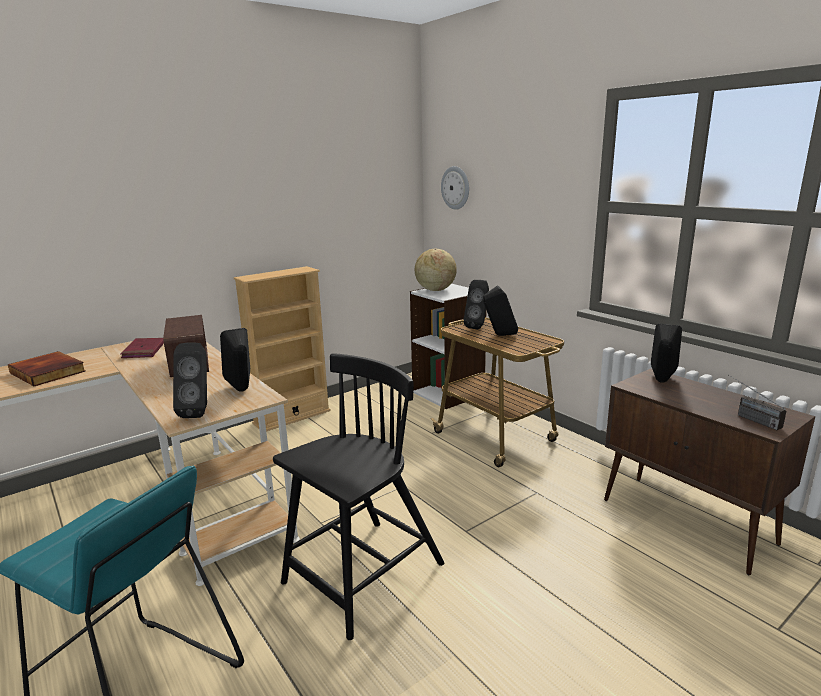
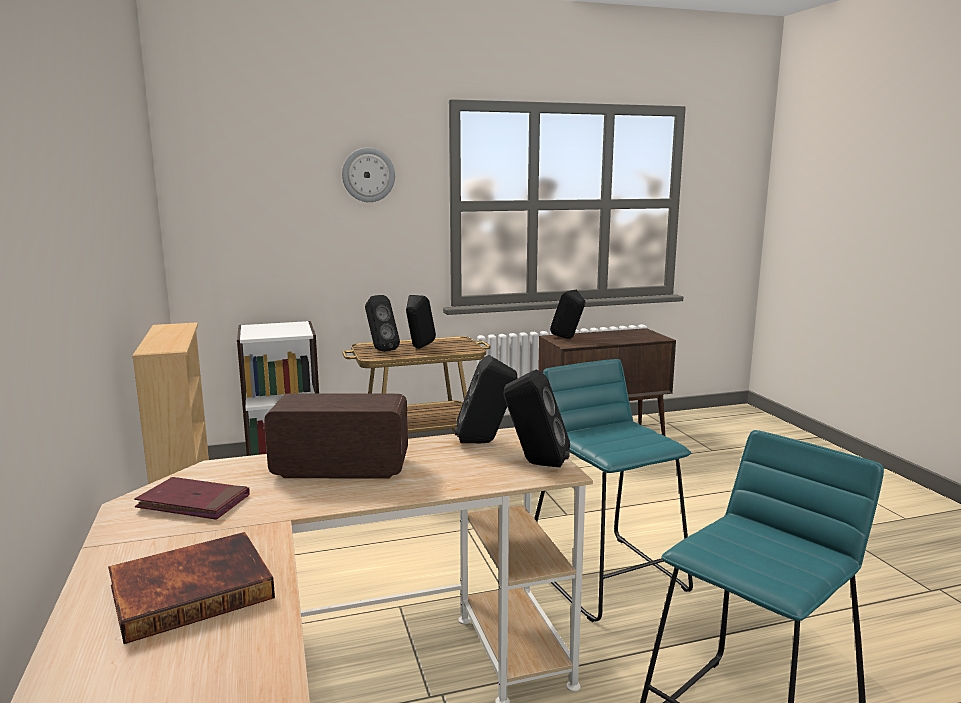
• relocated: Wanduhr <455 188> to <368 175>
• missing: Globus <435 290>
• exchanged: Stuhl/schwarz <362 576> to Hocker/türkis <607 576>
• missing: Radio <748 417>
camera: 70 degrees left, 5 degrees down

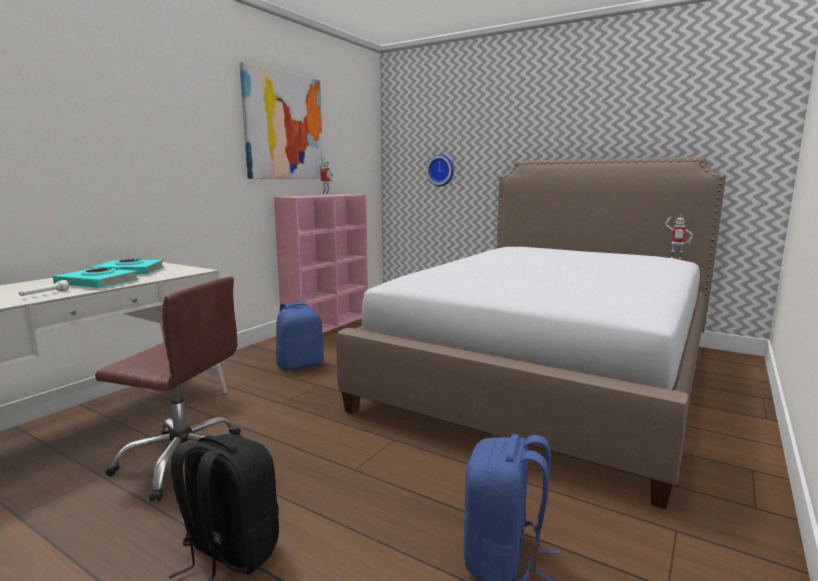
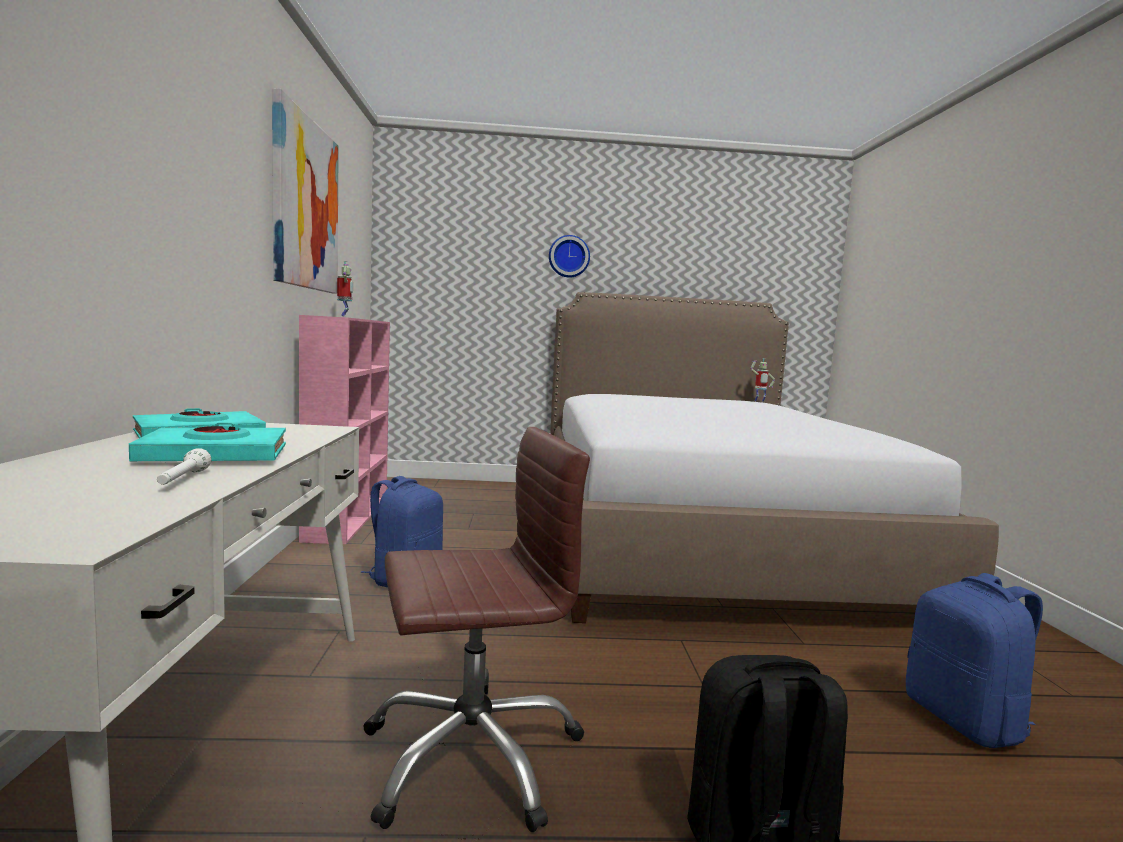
• relocated: Wanduhr <441 170> to <569 256>
camera: 35 degrees left, 5 degrees down

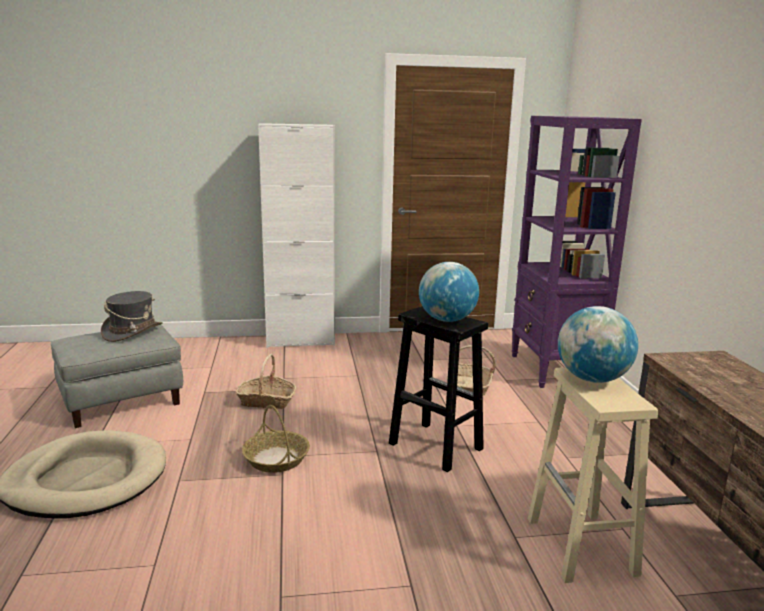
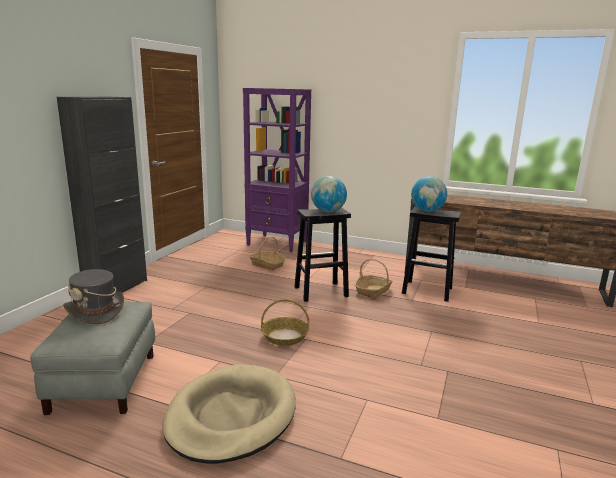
• colour: Schrank/weiß <300 341> to Schrank/schwarz <116 288>
• relocated: Korb <266 401> to <373 291>
• colour: Hocker/beige <582 547> to Hocker/schwarz <428 290>
camera: 60 degrees left, 0 degrees up

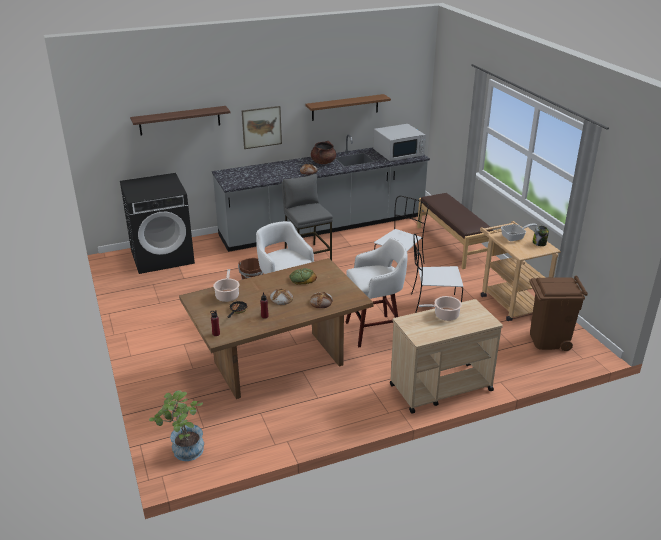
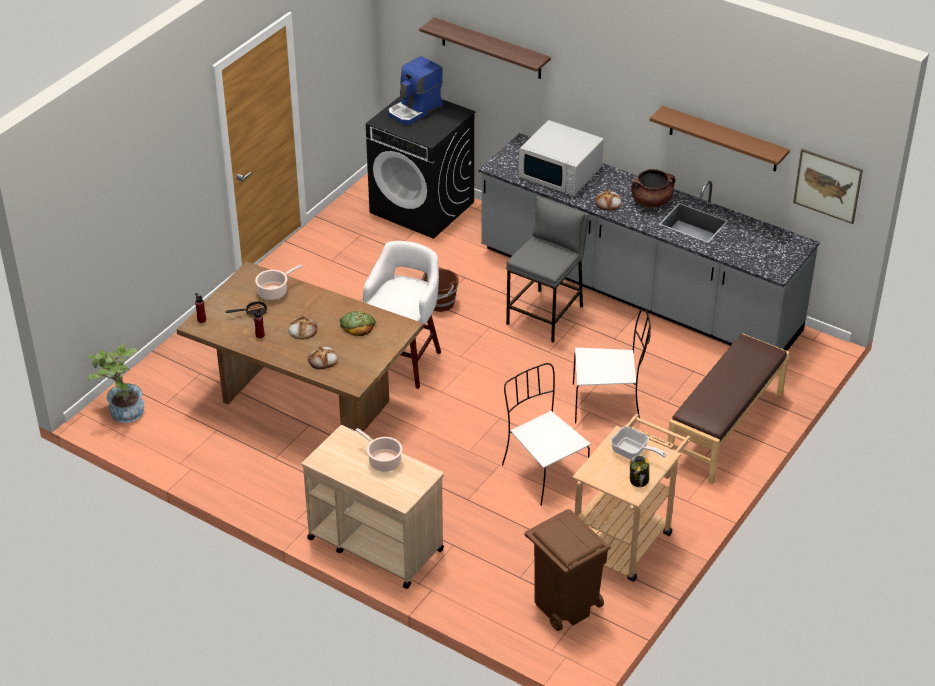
• relocated: Bild <262 127> to <827 185>
• relocated: Mikrowelle/weiß <399 152> to <561 173>
• missing: Hocker/weiß <375 331>
• appeared: Kaffeemaschine <415 110>
camera: 55 degrees right, 10 degrees up

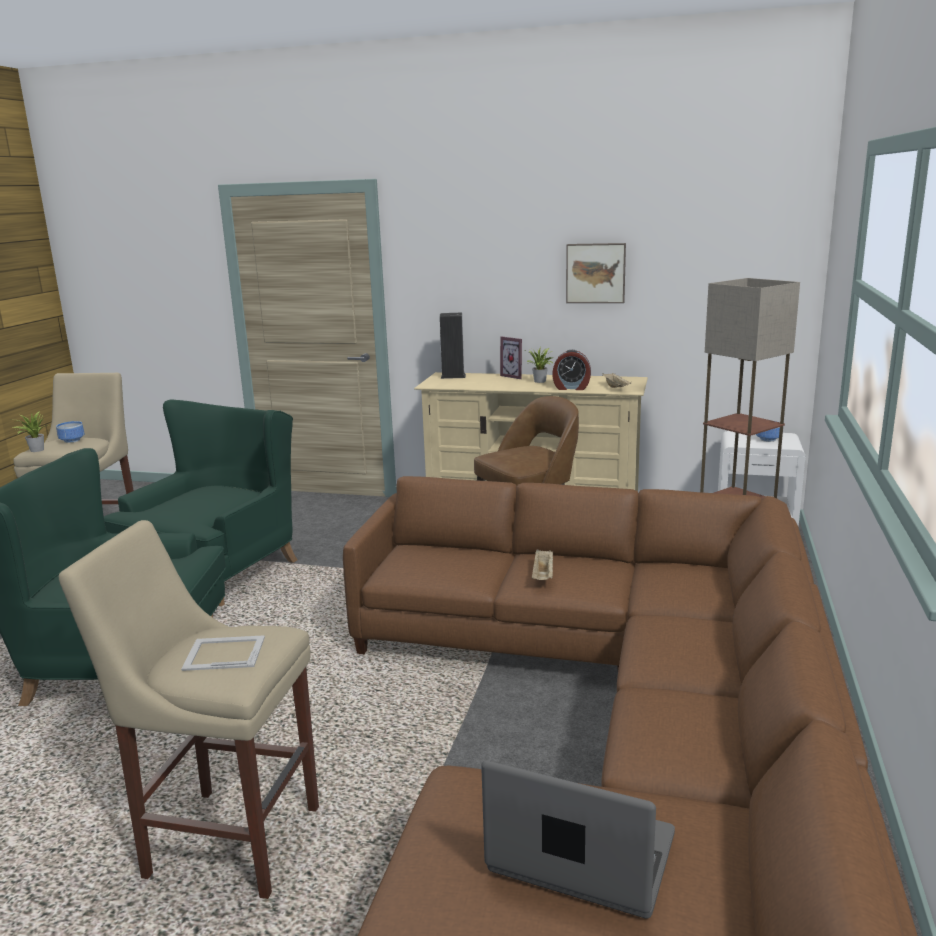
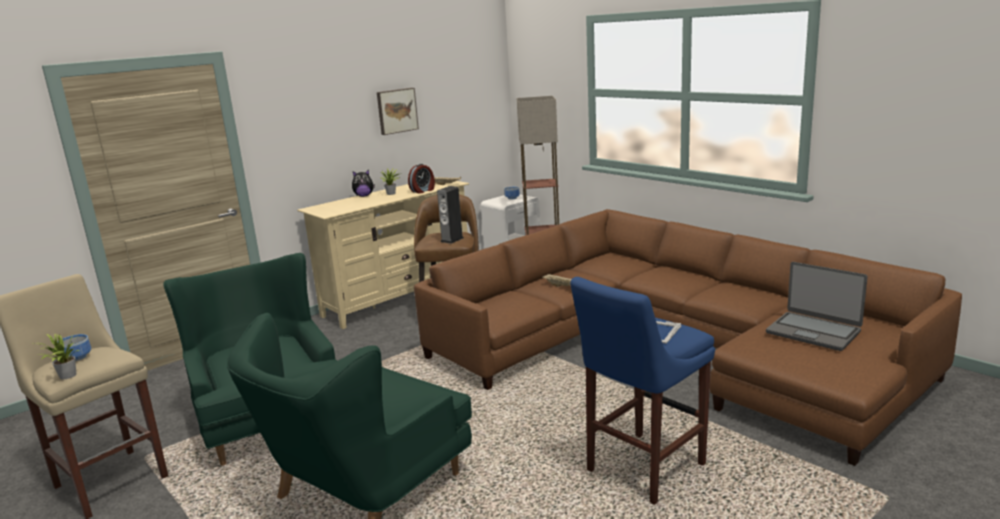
• relocated: Lautsprecher <453 376> to <452 240>
• exchanged: Bilderrahmen <515 376> to Plüschtier <364 196>
• colour: Hocker/beige <226 840> to Hocker/blau <641 470>
• spun: Laptop <581 855> = <813 332> 105 degrees counterclockwise
camera: 55 degrees left, 0 degrees up

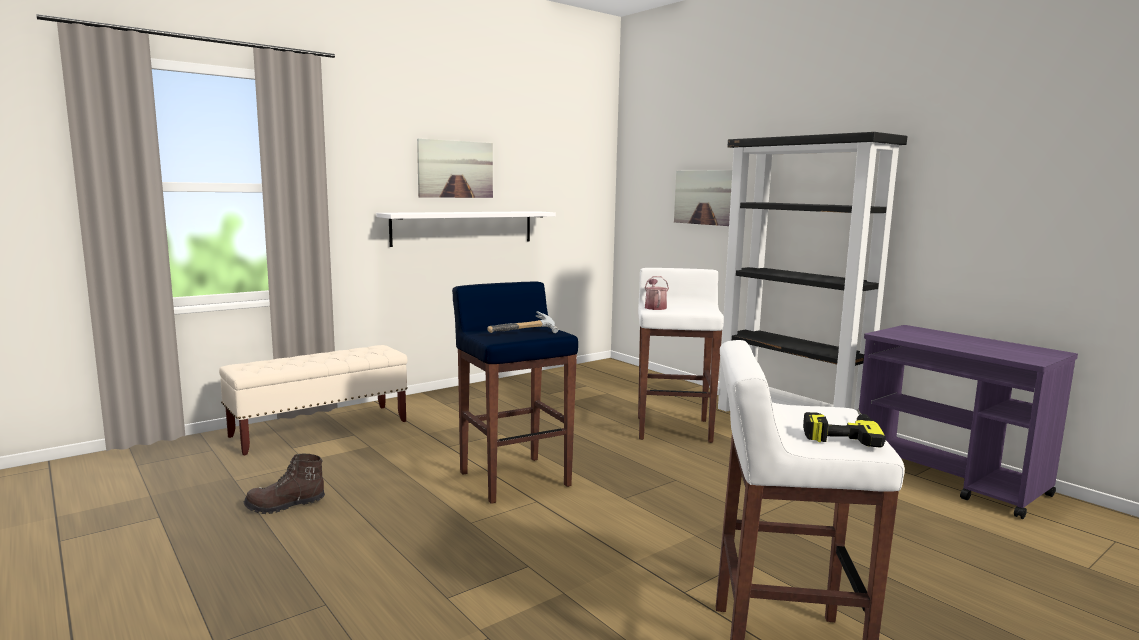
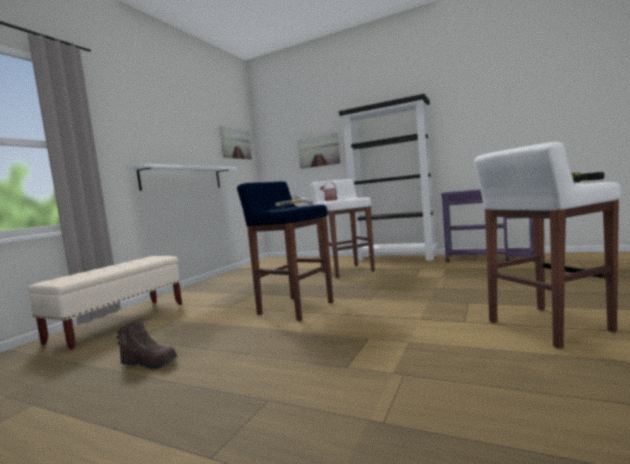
• relocated: Bild <455 169> to <235 143>
• spun: Stiefel/braun <285 505> = <150 363> 120 degrees counterclockwise
camera: 25 degrees left, 5 degrees down

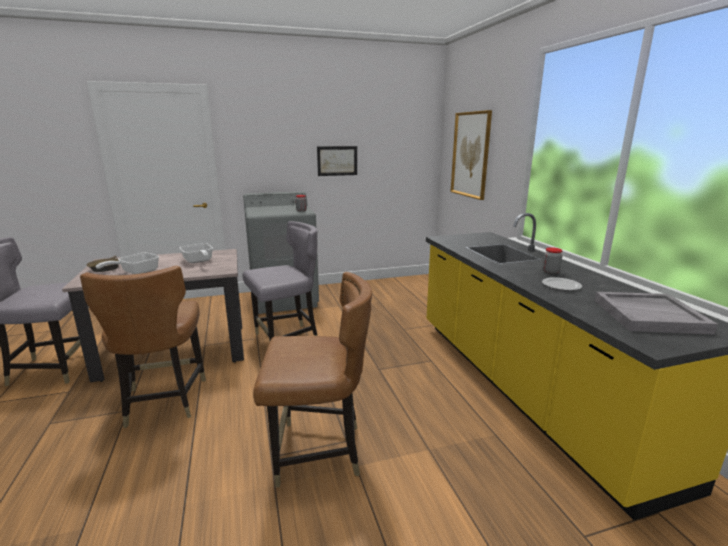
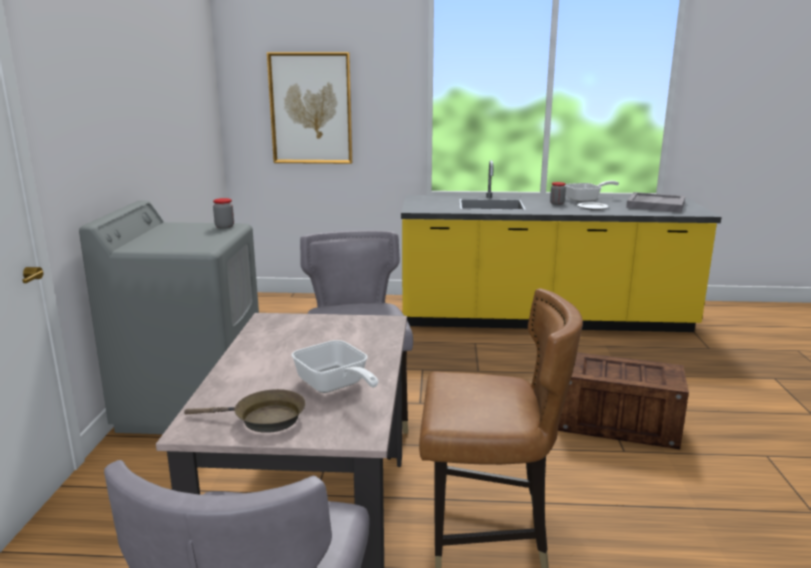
• missing: Bild <337 161>
• relocated: Pfanne <198 261> to <586 200>
• exchanged: Stuhl/braun <318 451> to Kiste <619 424>
camera: 70 degrees left, 0 degrees up

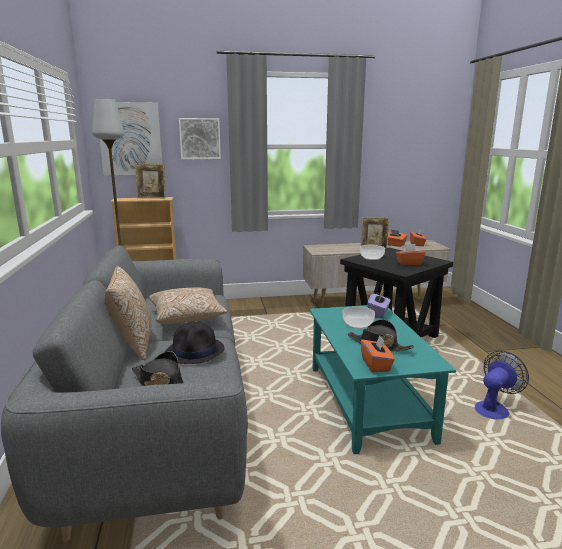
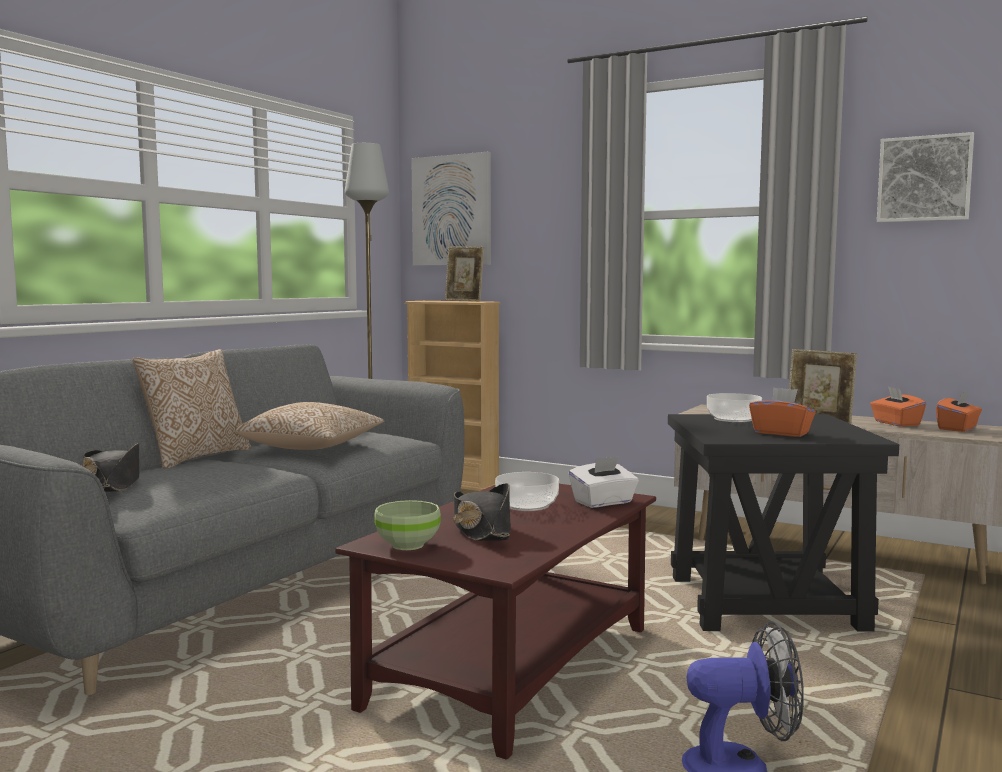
• relocated: Bild <200 138> to <924 179>
• colour: Taschentuchbox/lila <378 313> to Taschentuchbox/weiß <603 502>
• colour: Couchtisch/türkis <366 402> to Couchtisch/braun <512 666>
• missing: Hut/schwarz <195 351>
• exchanged: Taschentuchbox/orange <376 365> to Schüssel/grün <407 545>
camera: 40 degrees right, 10 degrees down

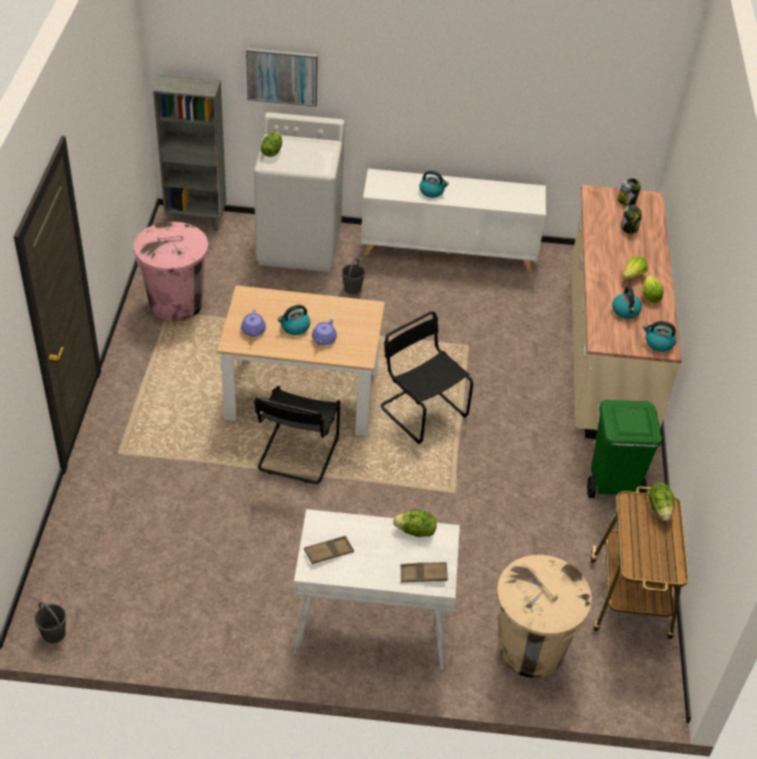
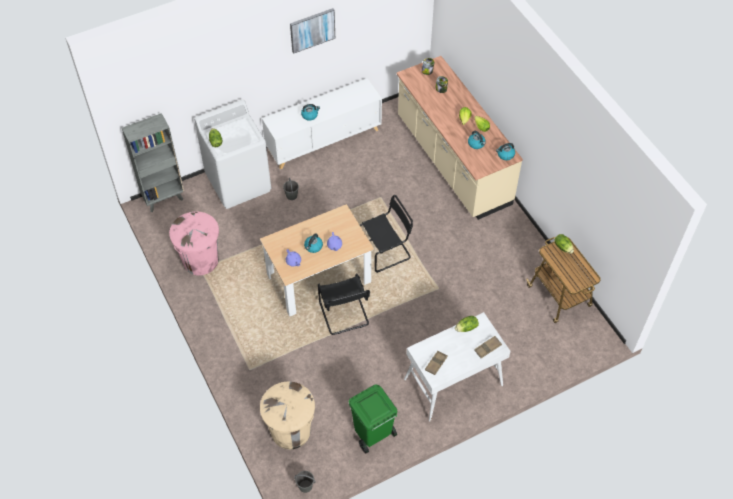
• relocated: Bild <282 76> to <312 30>
• spun: Stuhl/schwarz <421 410> = <386 251> 135 degrees clockwise
• relocated: Mülleimer/grün <612 484> to <372 434>
• relocated: Mülleimer/beige <530 649> to <291 431>
camera: 30 degrees left, 10 degrees up

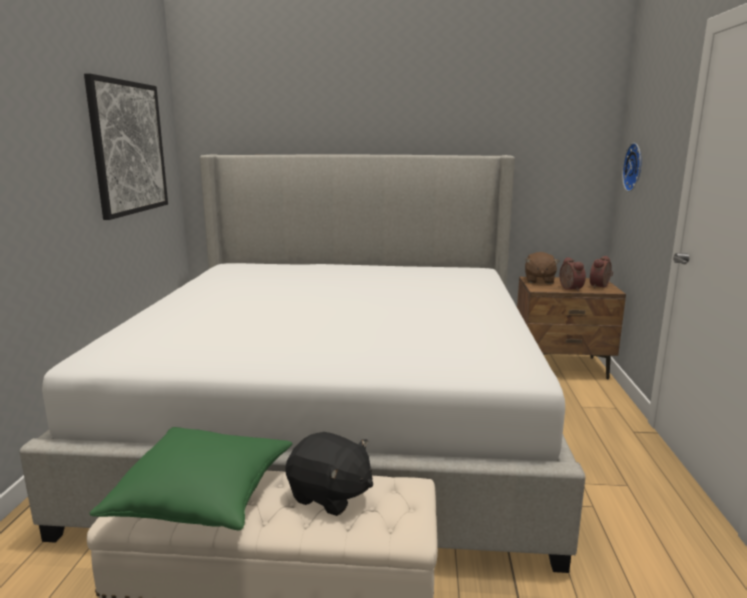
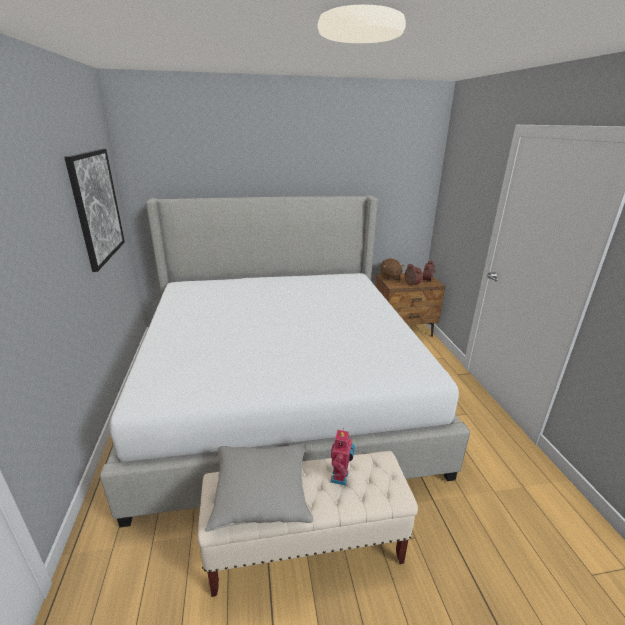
• missing: Wanduhr <635 167>
• colour: Kissen/grün <203 496> to Kissen/grau <261 494>
• exchanged: Plüschtier/schwarz <330 495> to Spielzeugroboter <341 477>
camera: 15 degrees left, 10 degrees up

